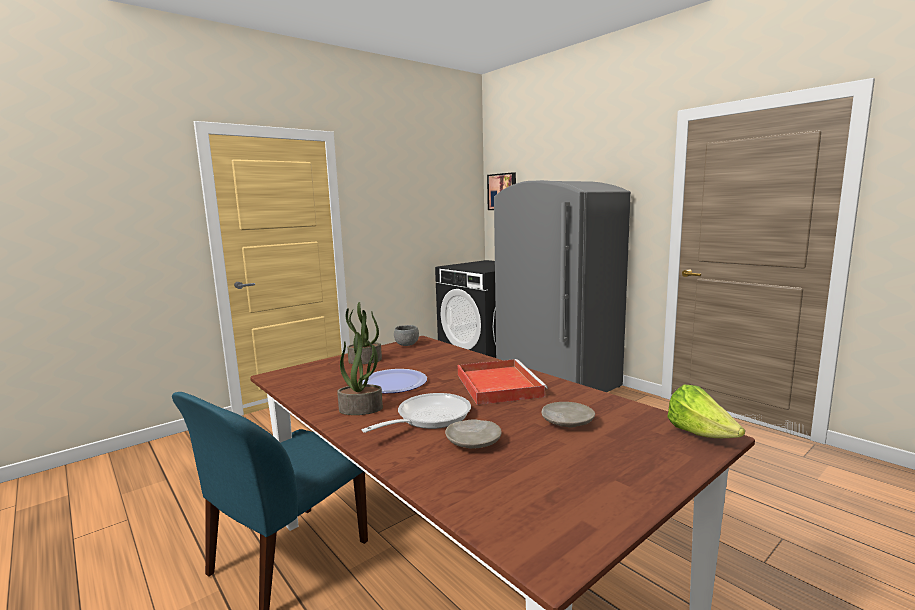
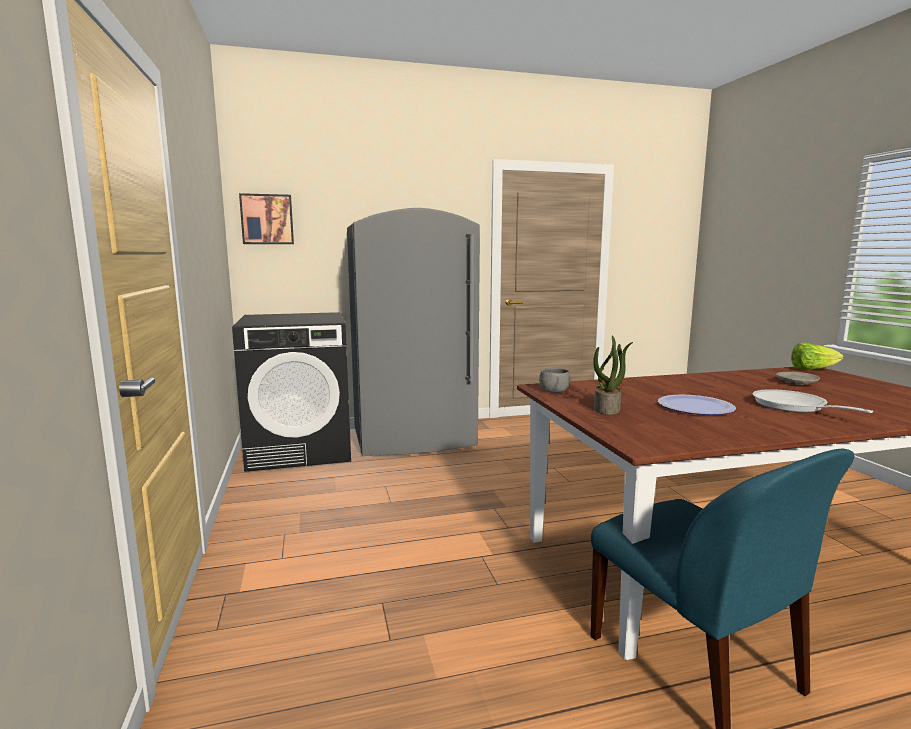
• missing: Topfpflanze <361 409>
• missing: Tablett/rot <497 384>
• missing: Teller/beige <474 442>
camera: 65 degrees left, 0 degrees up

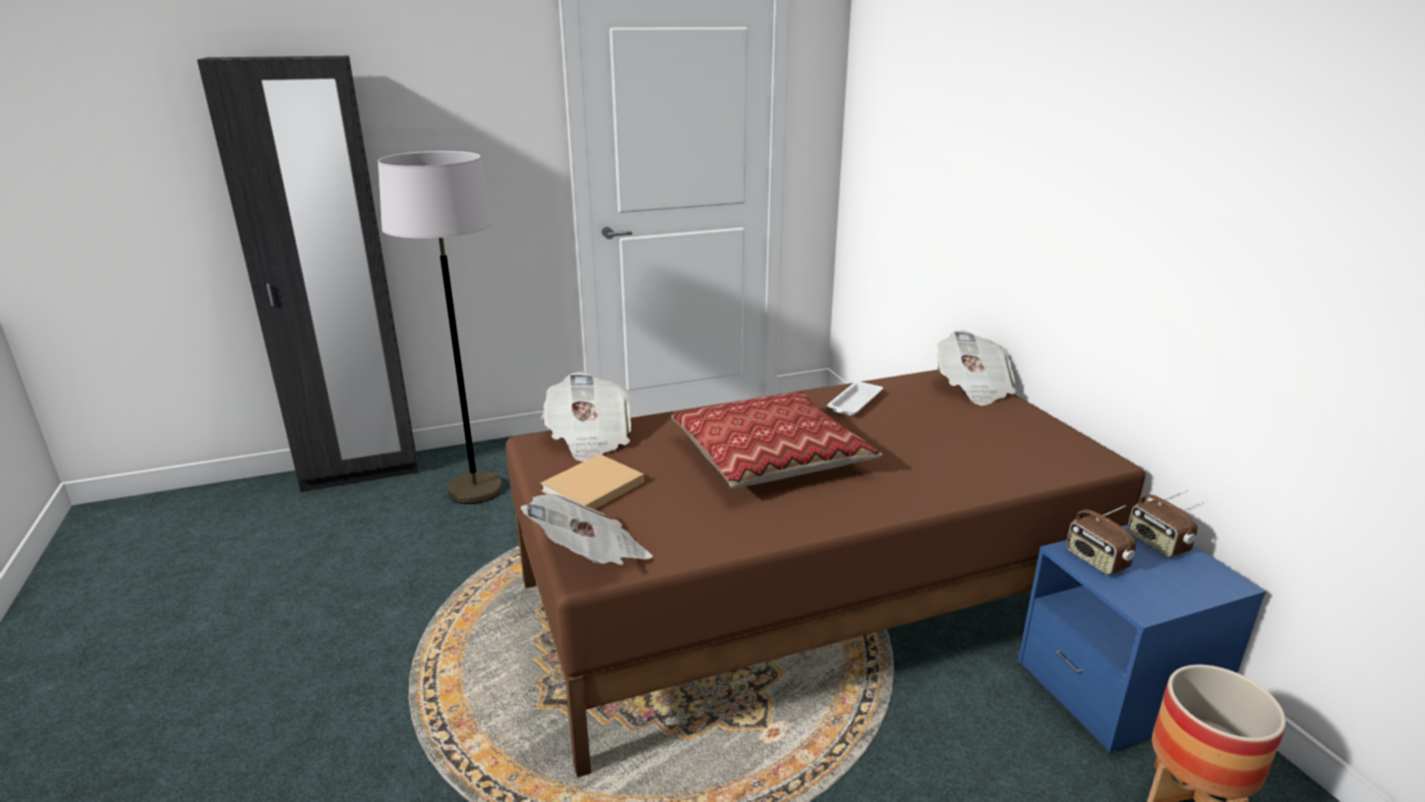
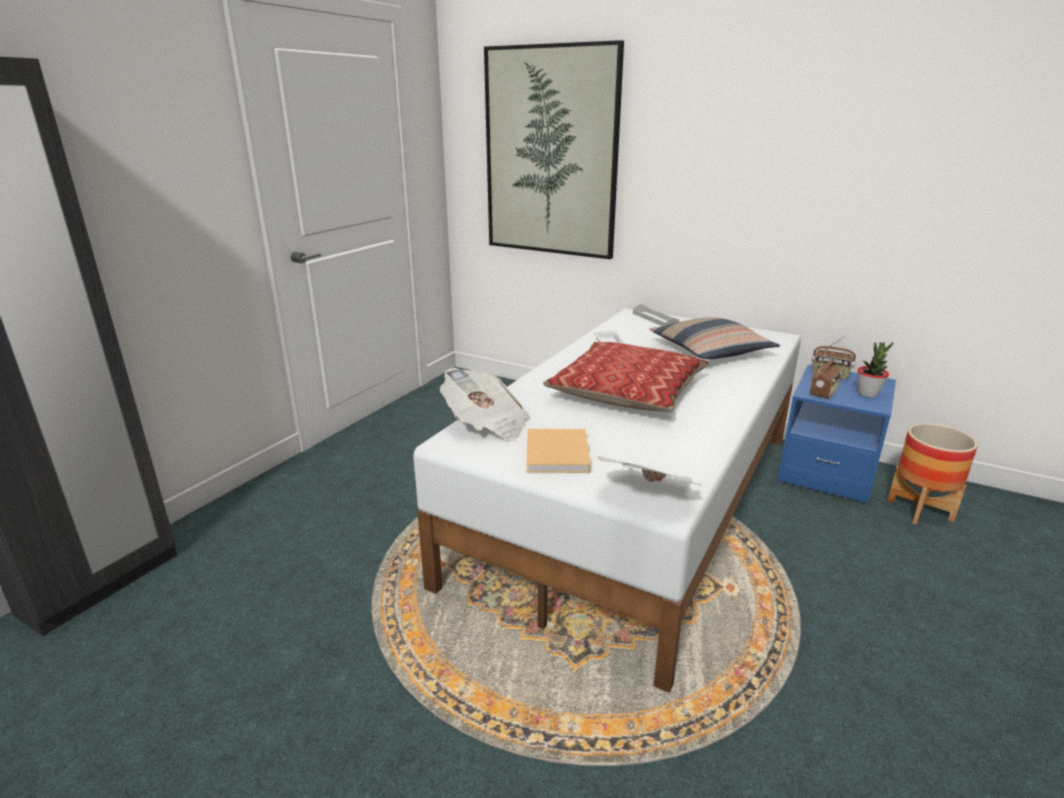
• missing: Stehlampe/grau <475 490>
• exchanged: Zeitung <973 388> to Tablett/grau <655 319>
• colour: Bett/braun <809 602> to Bett/weiß <637 502>
• spun: Radio <1095 560> = <824 393> 75 degrees counterclockwise
• appeared: Bild <550 153>
• appeared: Kissen <710 350>
• appeared: Topfpflanze <868 394>
camera: 40 degrees left, 0 degrees up

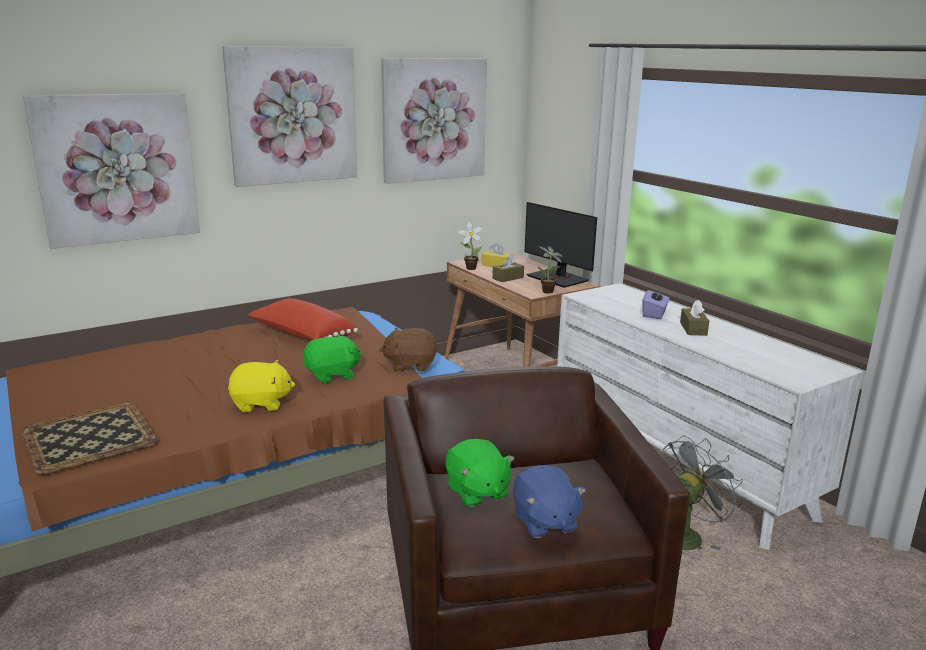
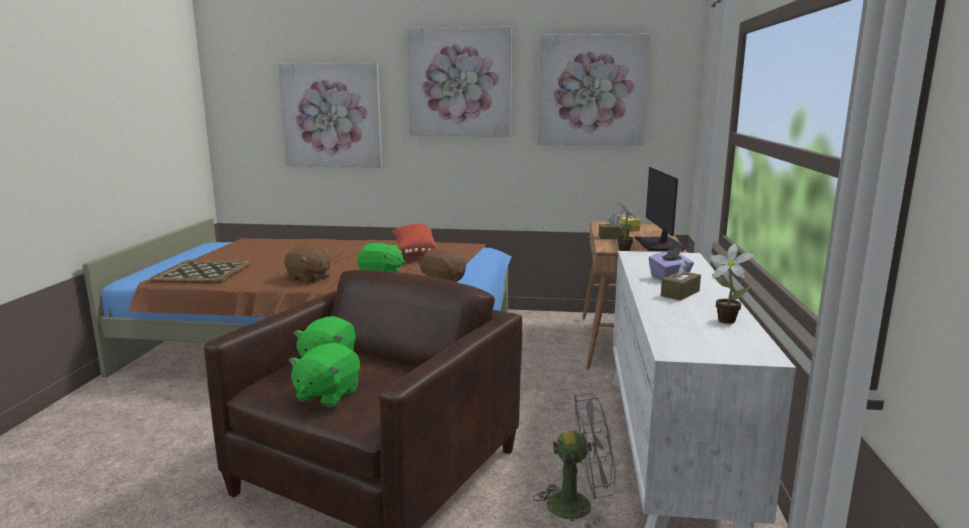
• relocated: Topfpflanze <469 268> to <724 320>
• colour: Plüschtier/gelb <261 404> to Plüschtier/braun <309 278>
• colour: Plüschtier/blau <544 522> to Plüschtier/grün <327 395>
camera: 40 degrees right, 5 degrees down

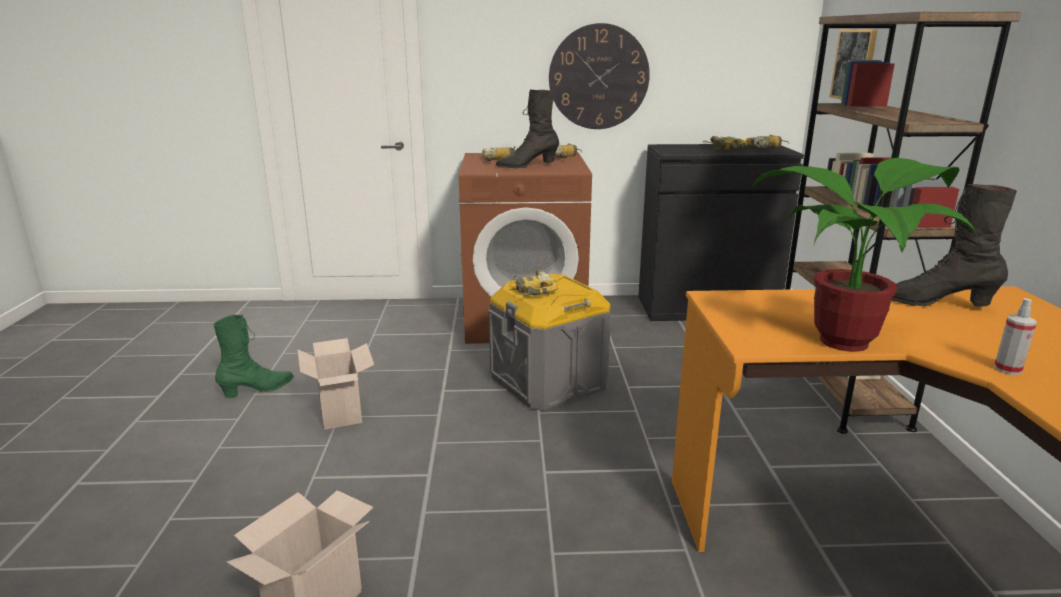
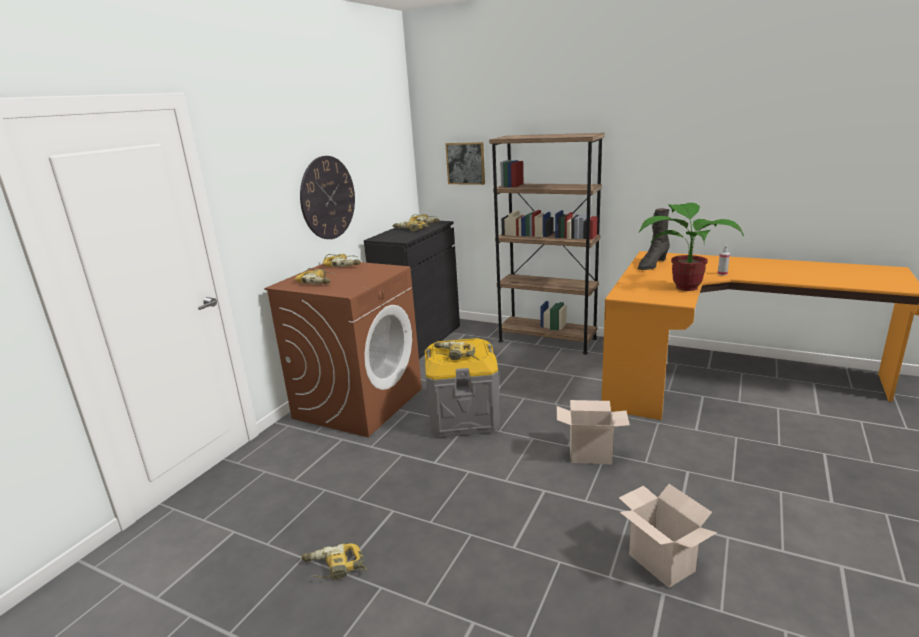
• missing: Stiefel/schwarz <527 166>
• exchanged: Stiefel/grün <258 390> to Bohrmaschine <334 568>
• relocated: Karton <342 414> to <591 454>
camera: 60 degrees left, 0 degrees up

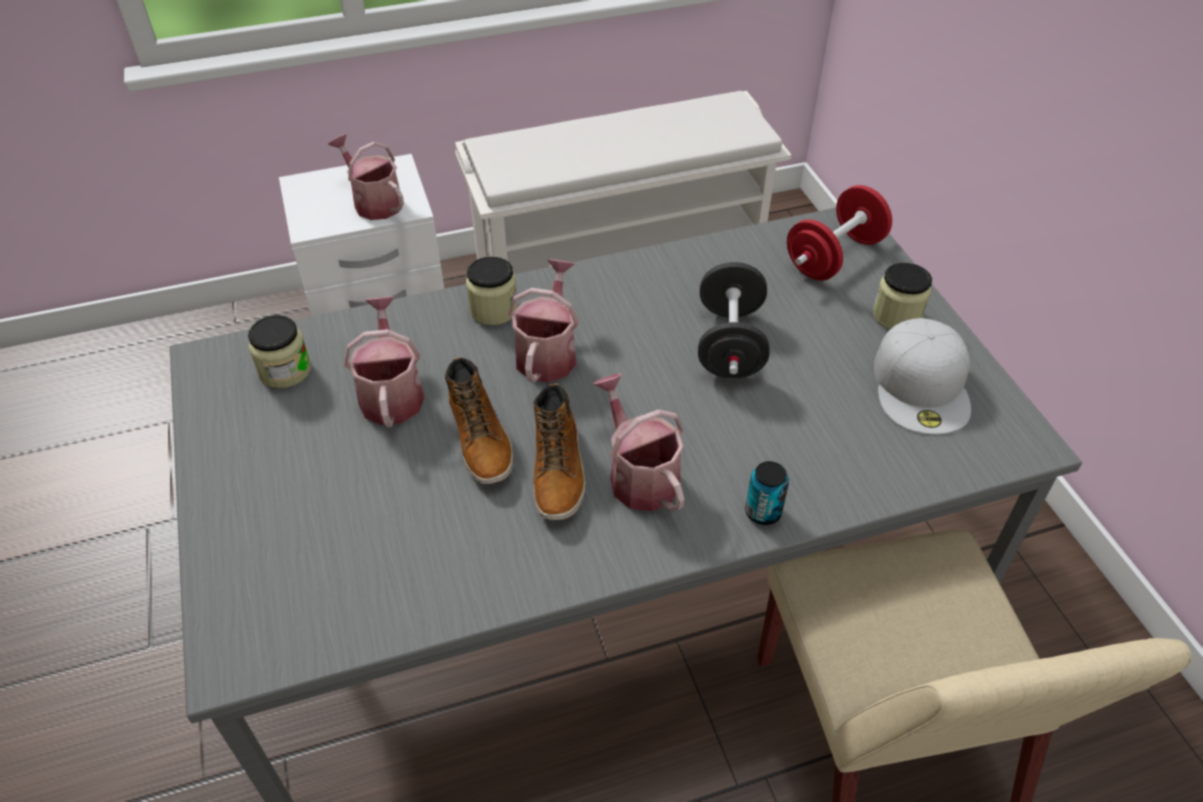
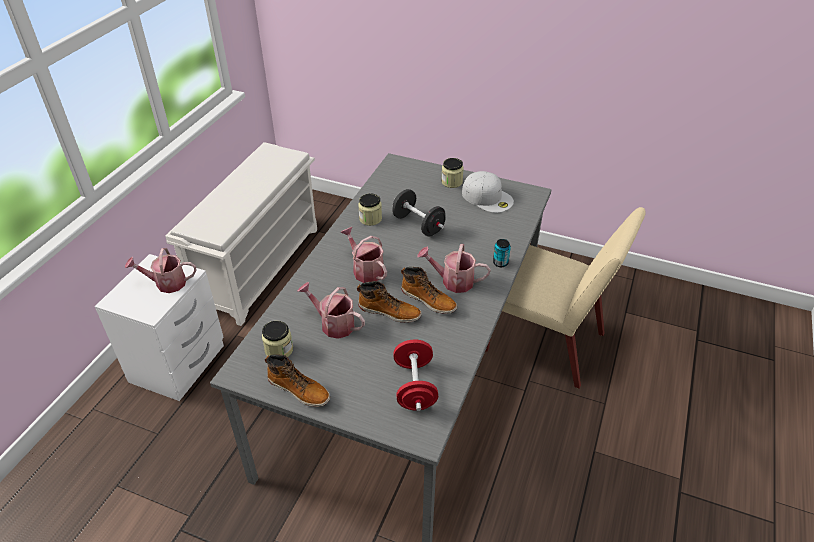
• relocated: Hantel/rot <834 257> to <415 387>
• relocated: Vorratsglas <494 310> to <370 219>
• appeared: Stiefel <299 389>
camera: 50 degrees left, 5 degrees down

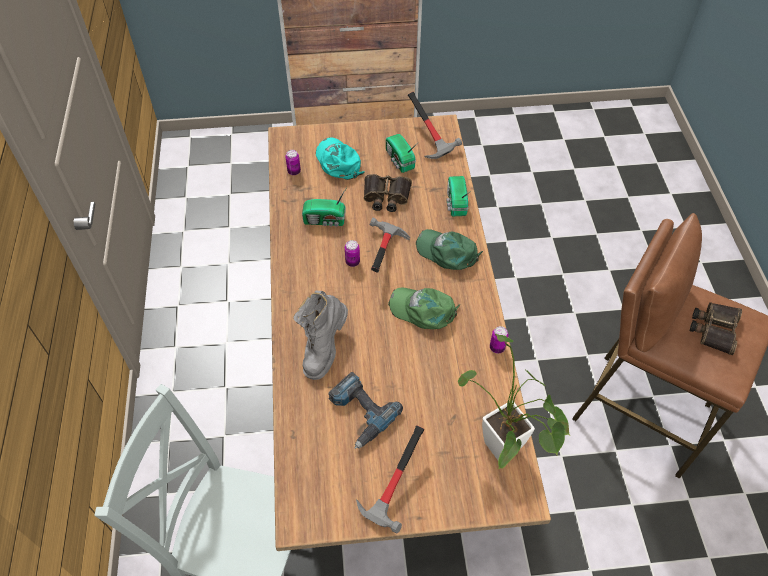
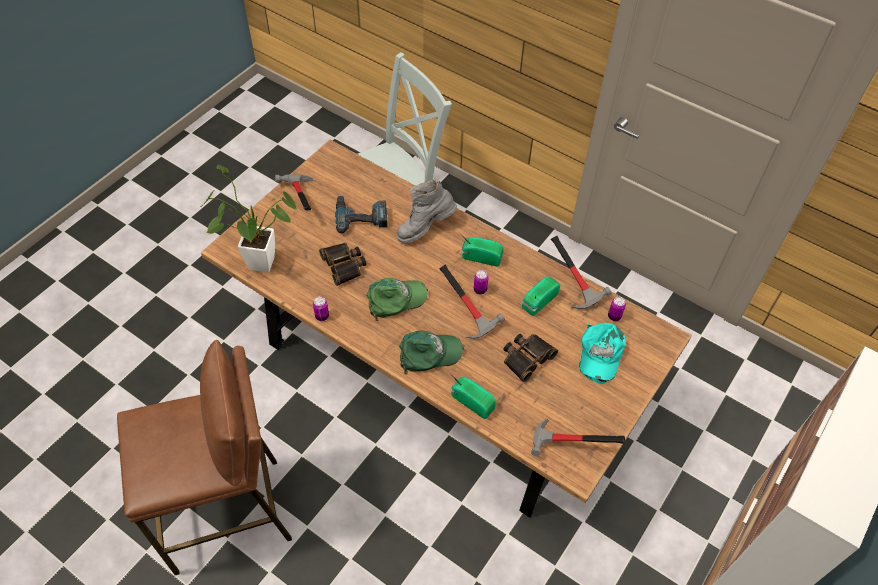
• relocated: Radio <399 160> to <481 256>
• spun: Kappe/türkis <338 162> = <600 354> 90 degrees clockwise
• spun: Stiefel/grau <323 348> = <425 228> 90 degrees counterclockwise
• relocated: Fernglas <713 329> to <344 265>
• appeared: Hammer <577 284>
camera: 130 degrees right, 0 degrees up

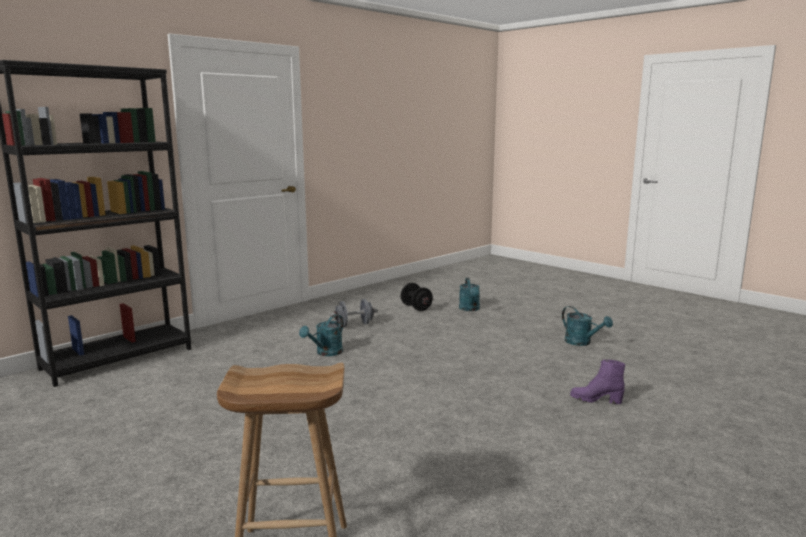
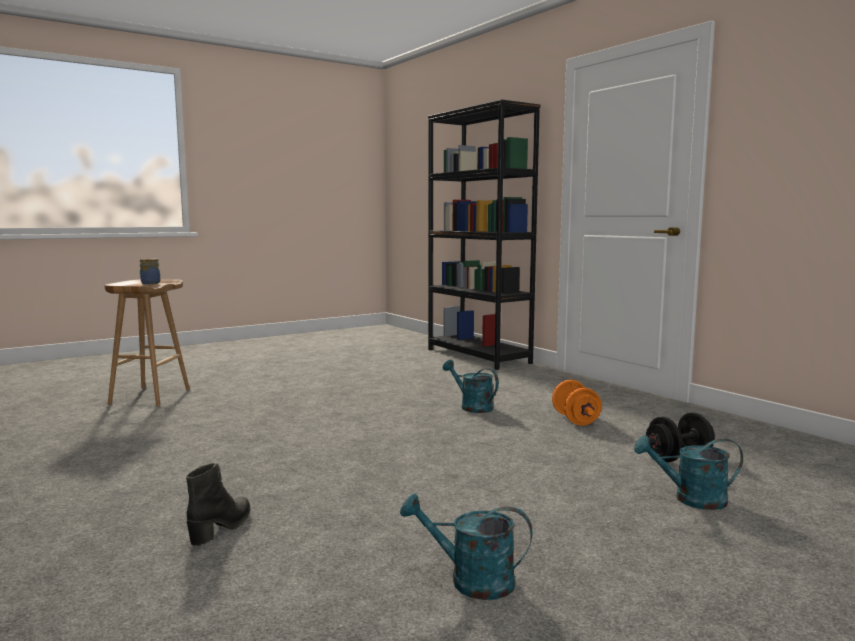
• colour: Hantel/grau <354 325> to Hantel/orange <575 420>
• spun: Gießkanne/türkis <582 342> = <470 581> 45 degrees clockwise
• colour: Stiefel/lila <596 400> to Stiefel/schwarz <222 528>
• appeared: Vorratsglas <150 283>
camera: 100 degrees right, 5 degrees down

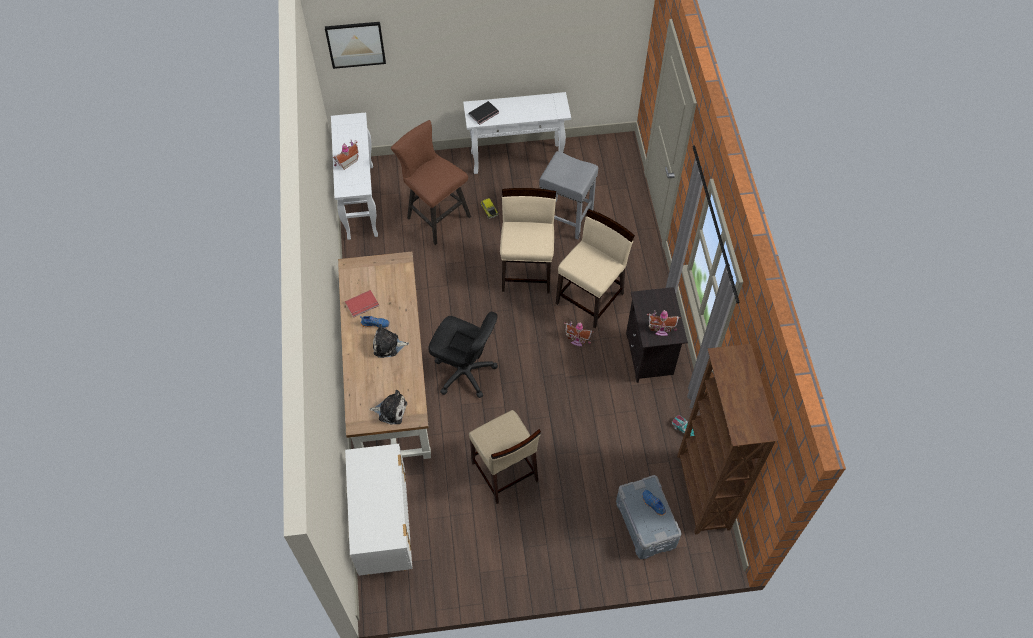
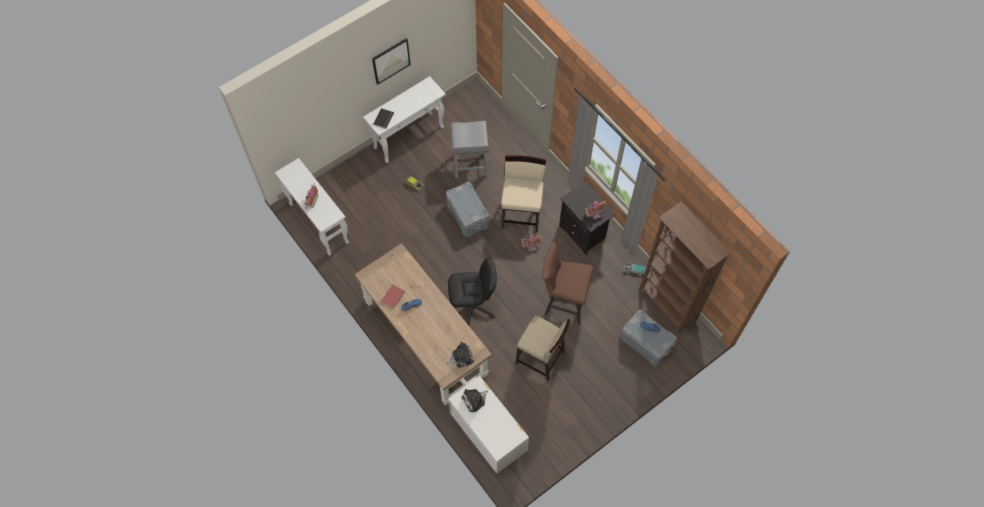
• relocated: Bild <355 44> to <391 61>
• relocated: Hocker/braun <435 216> to <563 302>
• exchanged: Stuhl/beige <527 271> to Aufbewahrungsbox/grau <468 215>
• relocated: Plüschtier <388 345> to <474 400>
camera: 30 degrees left, 5 degrees up

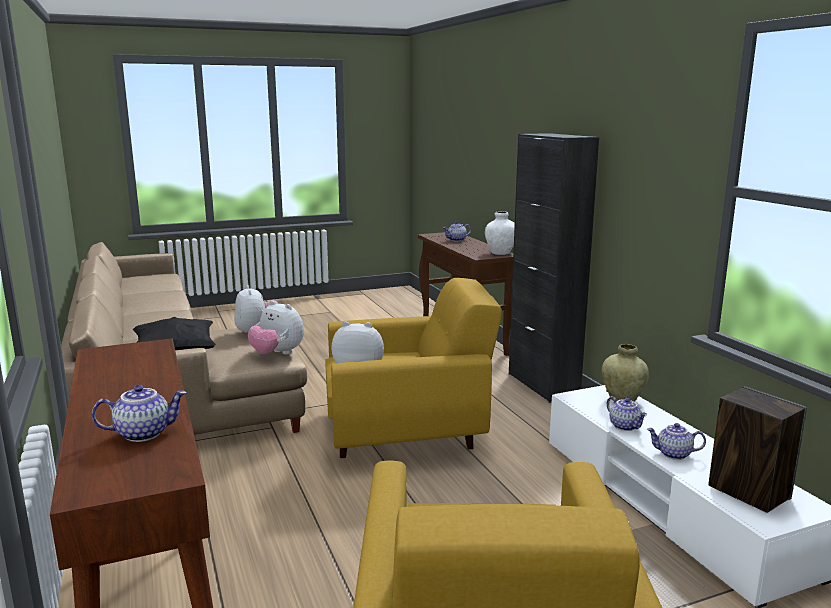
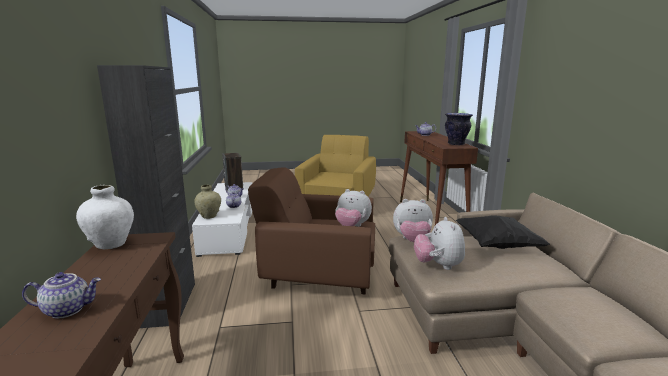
• colour: Sessel/gelb <407 432> to Sessel/braun <318 274>
• spun: Plüschtier <277 354> = <412 240> 135 degrees clockwise
• appeared: Vase <456 144>
camera: 165 degrees left, 0 degrees up

